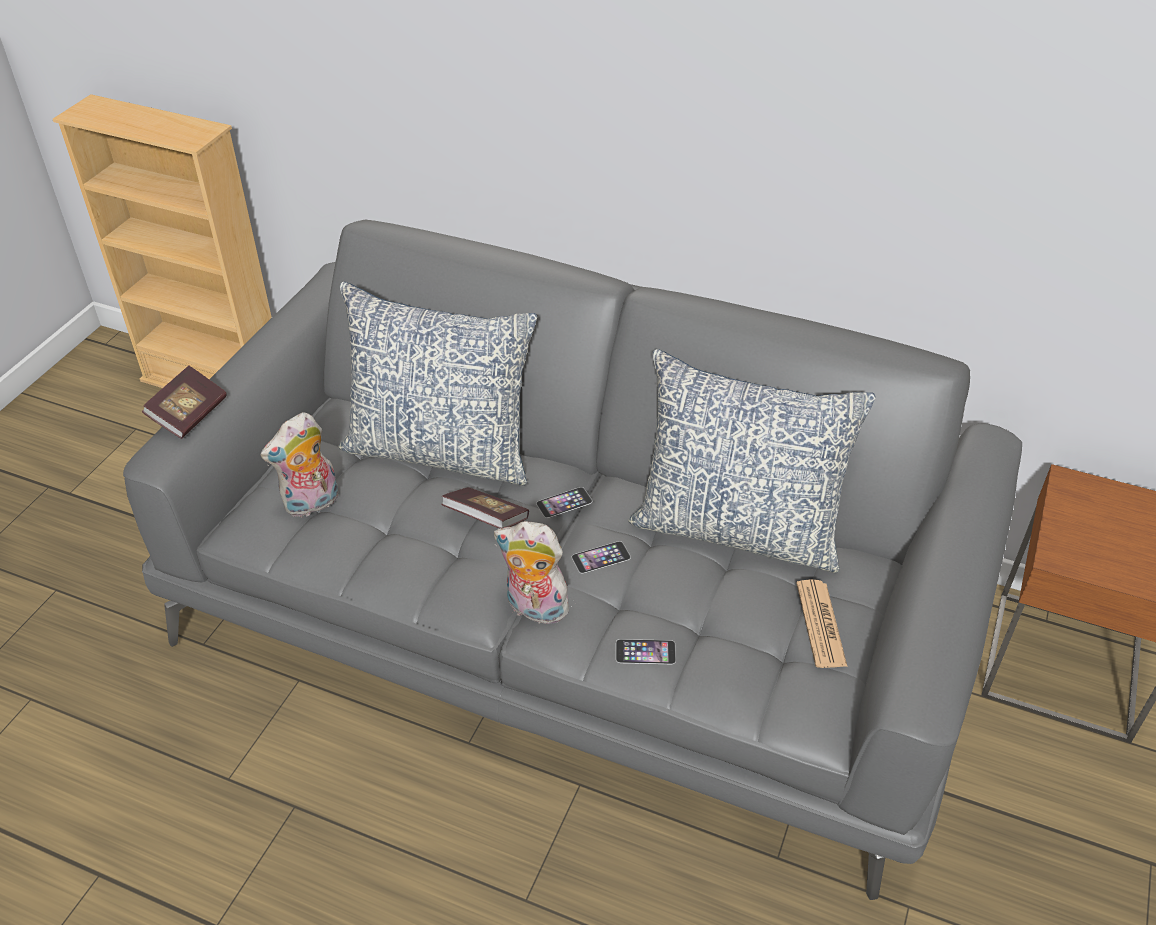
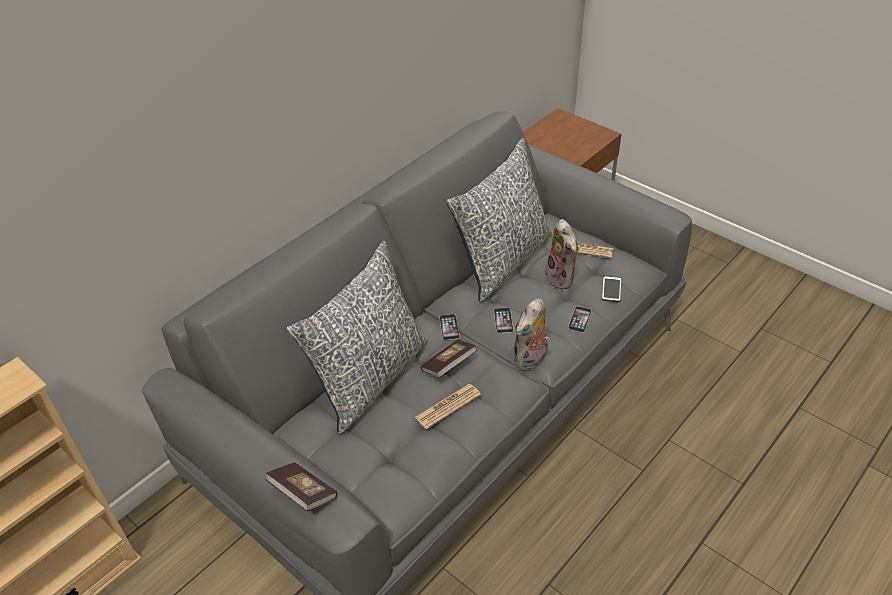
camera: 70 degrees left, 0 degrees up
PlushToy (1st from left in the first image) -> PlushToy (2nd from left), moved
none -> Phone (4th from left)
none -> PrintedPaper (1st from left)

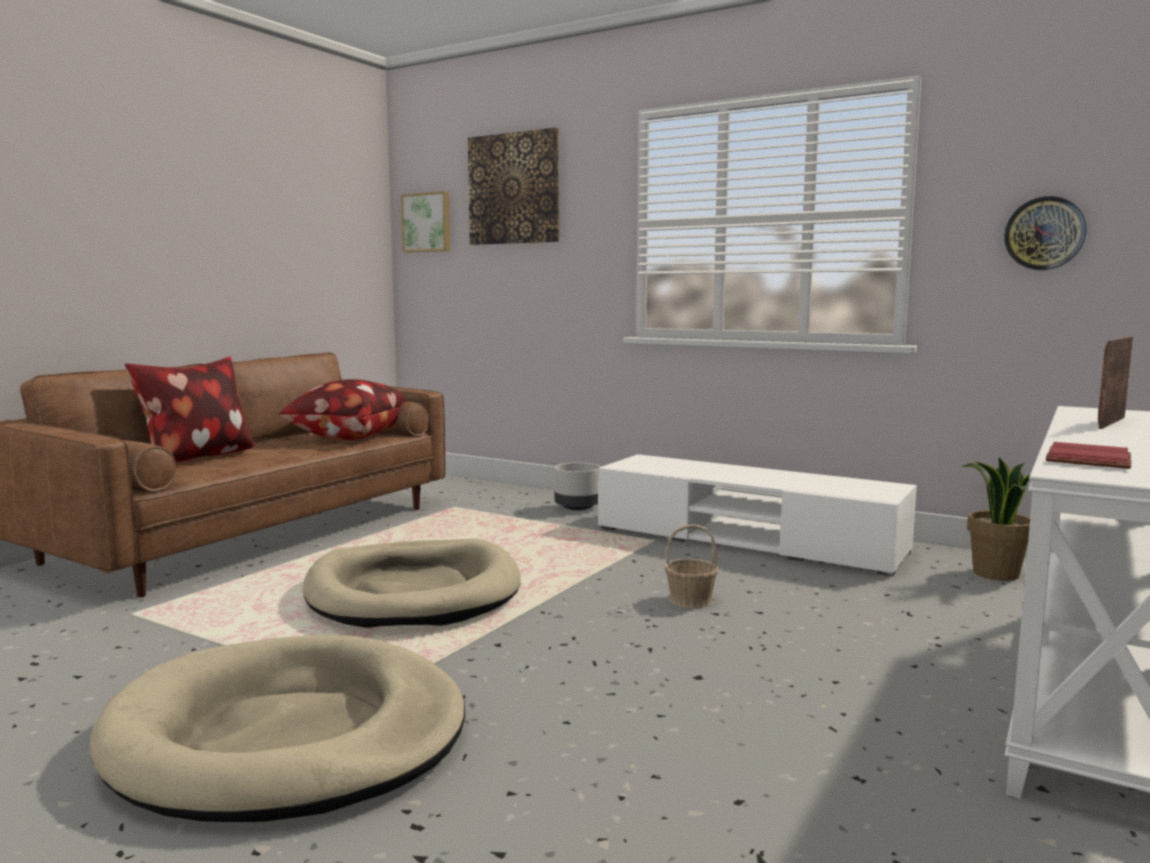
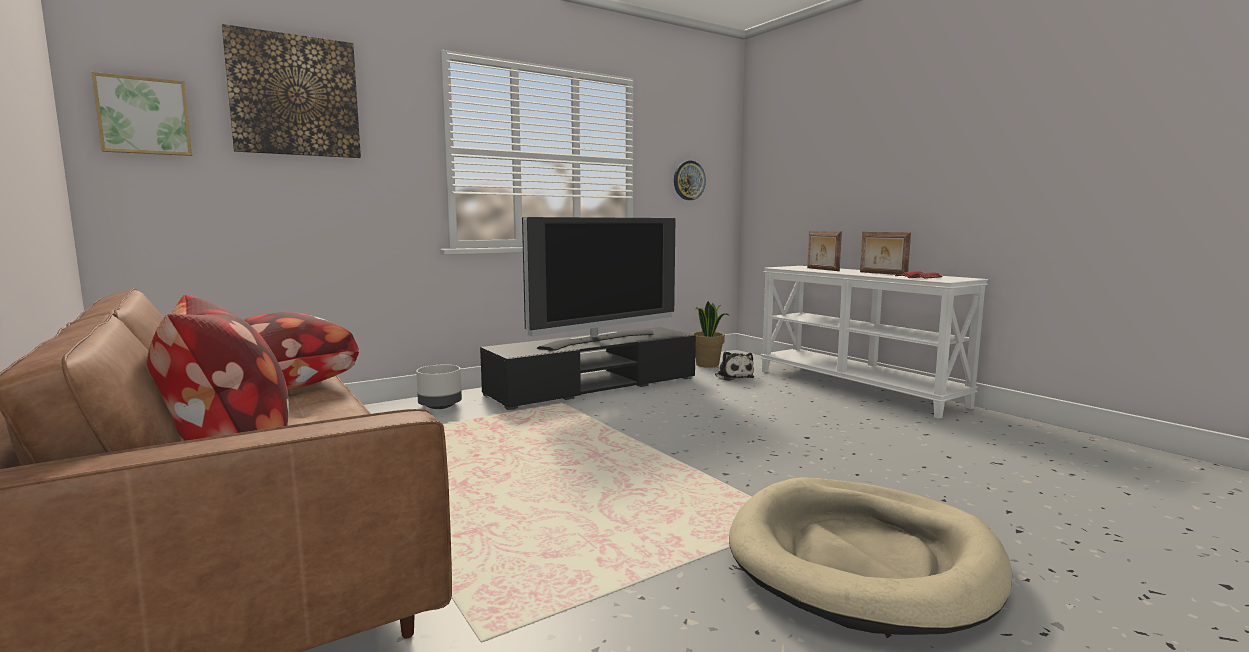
camera: 65 degrees left, 0 degrees up
WhiteTvUnit -> BlackColouredTvUnit
StorageBasket -> none
BeigePetBed (2nd from left) -> none
none -> Tv
none -> PhotoFrame (2nd from left)
none -> PlushToy

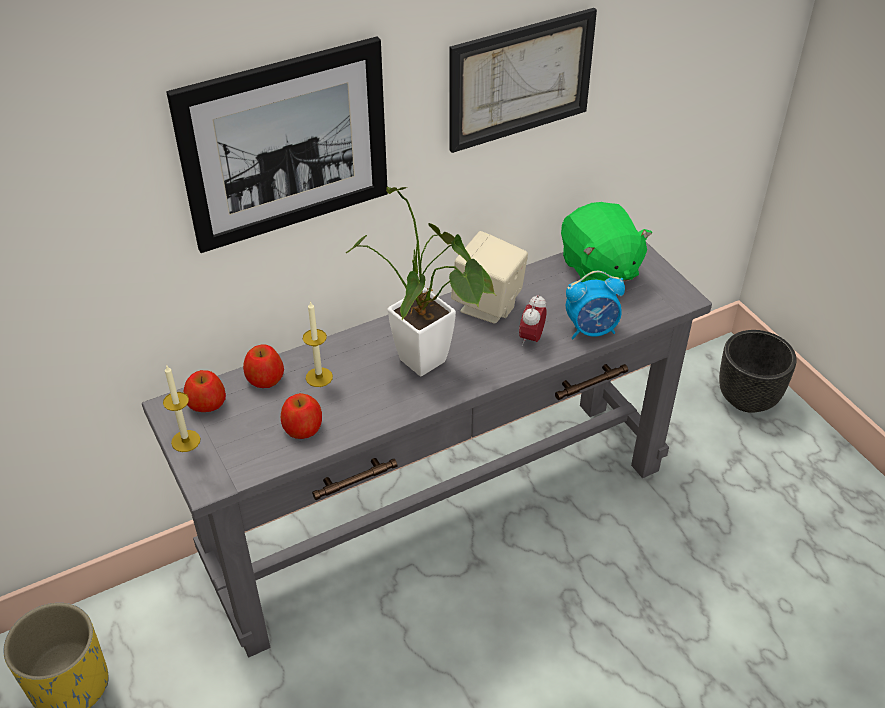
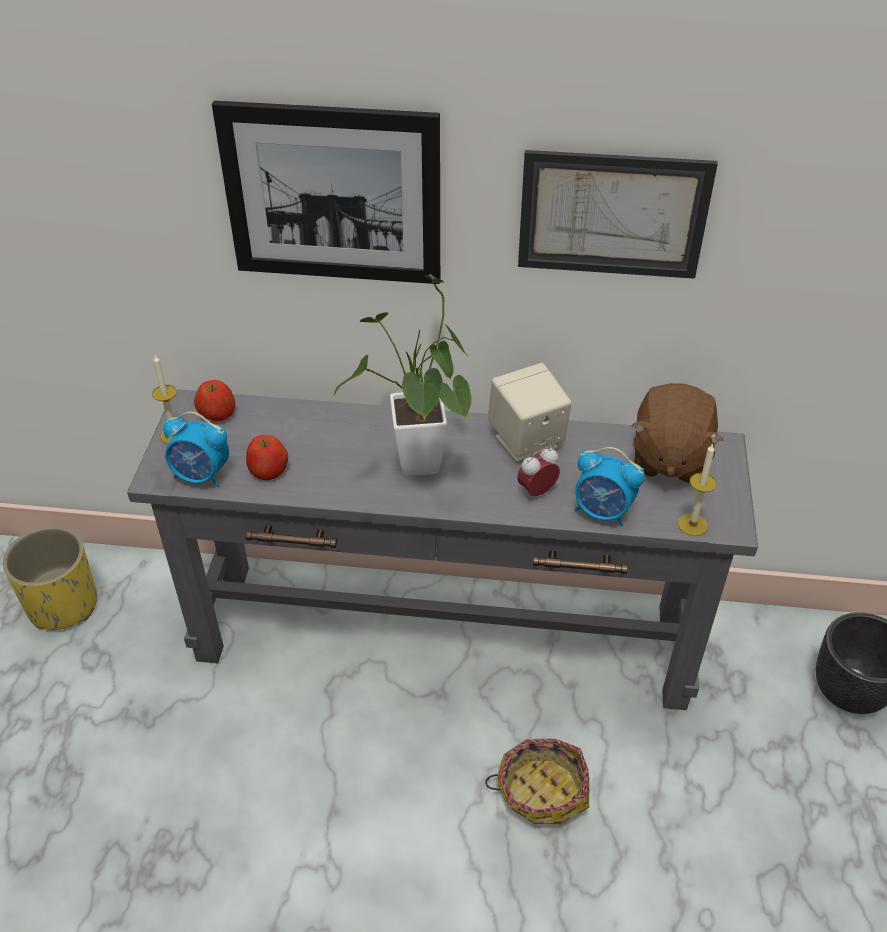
camera: 35 degrees right, 0 degrees up
GreenColouredPlushToy -> BrownPlushToy
WaxCandle (2nd from left), moved
Apple (2nd from left) -> none
none -> TableClock (1st from left)
none -> StorageBasket

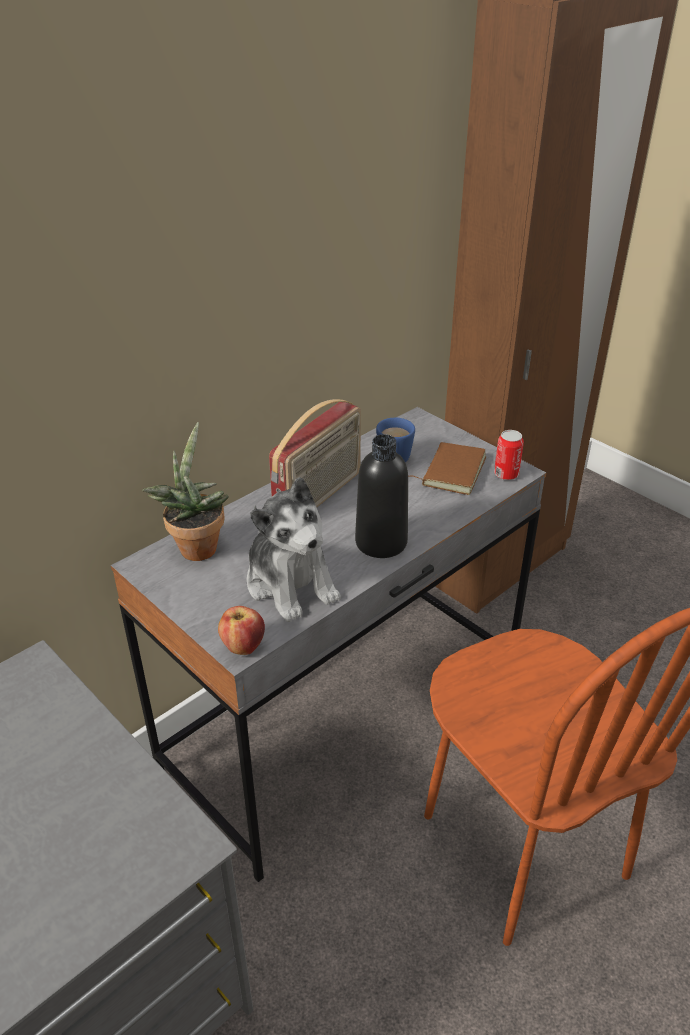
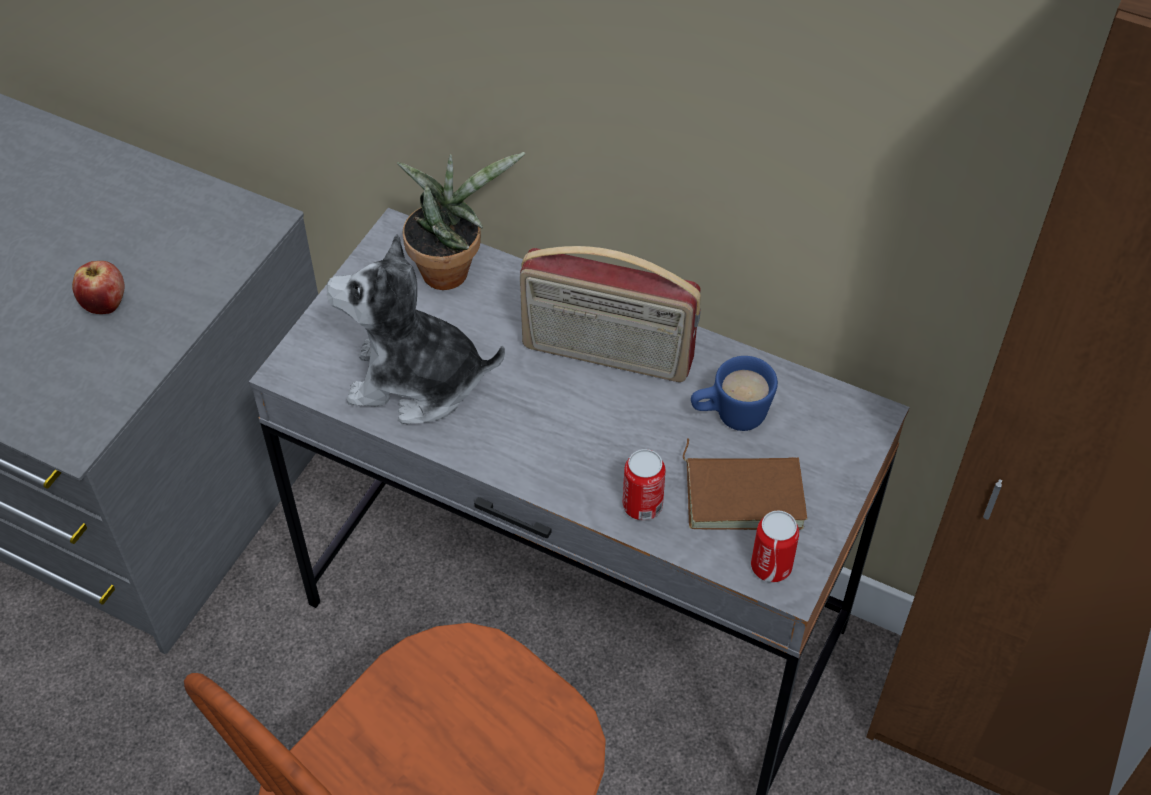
camera: 70 degrees right, 15 degrees up
BlackColouredBottle -> none
PlushToy, 60 degrees clockwise
Apple, moved
none -> SealedCan (1st from left)

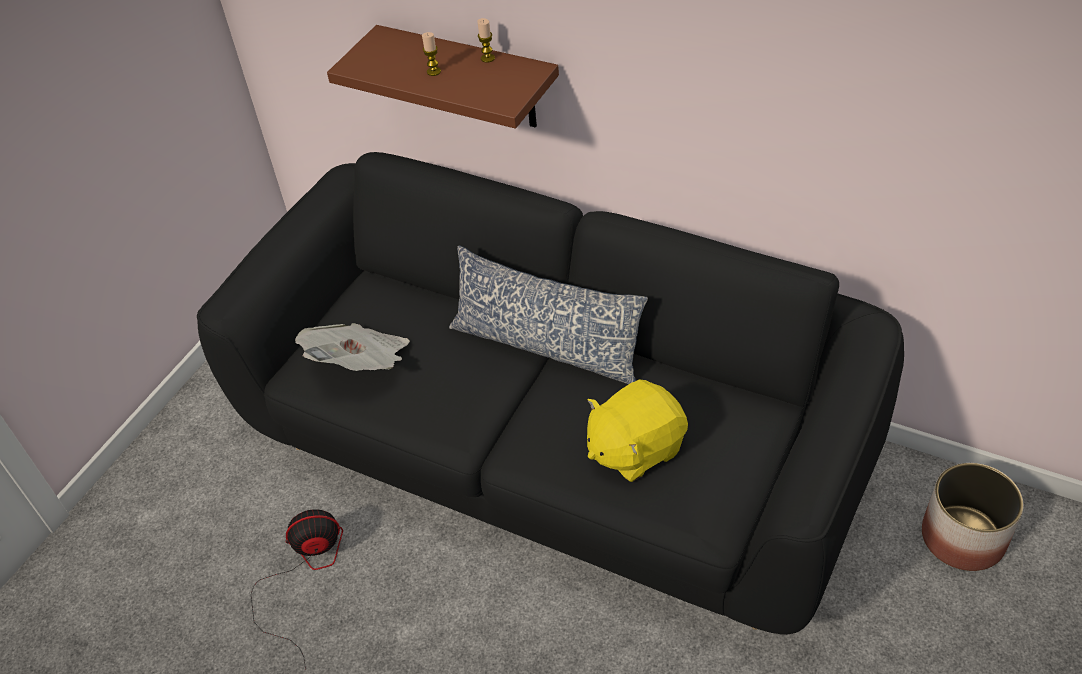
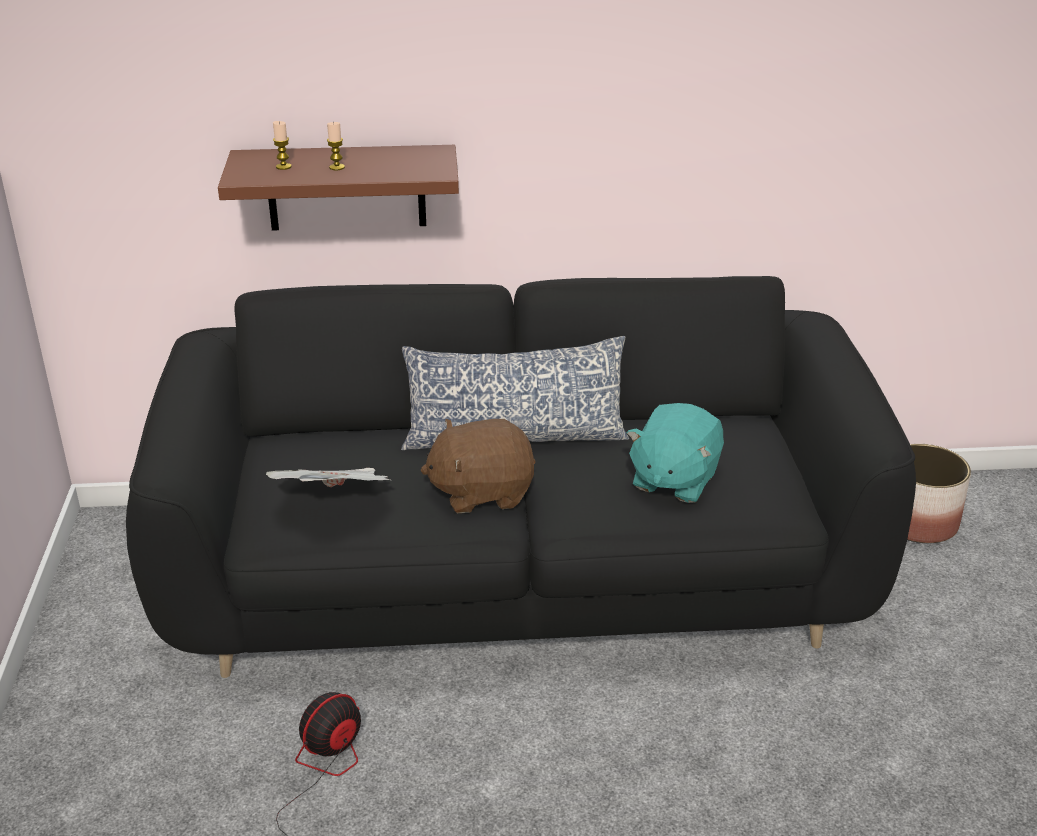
camera: 35 degrees left, 15 degrees down
WaxCandle (2nd from left in the first image) -> WaxCandle (1st from left), moved
YellowishPlushToy -> TurquoiseColouredPlushToy
none -> BrownPlushToy

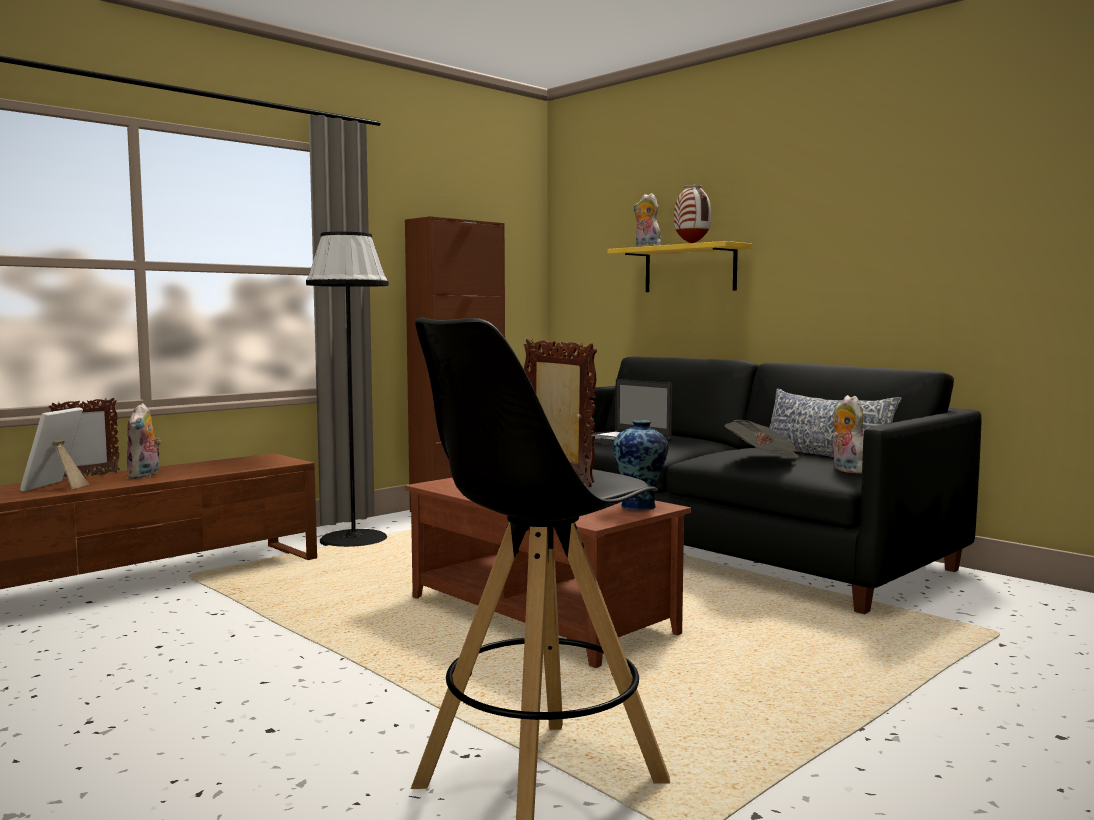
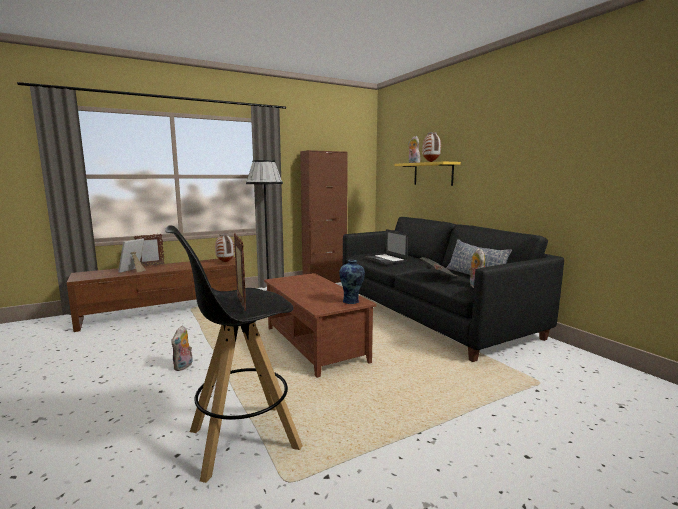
camera: 15 degrees right, 5 degrees up
PlushToy (1st from left), moved
none -> Vase (1st from left)

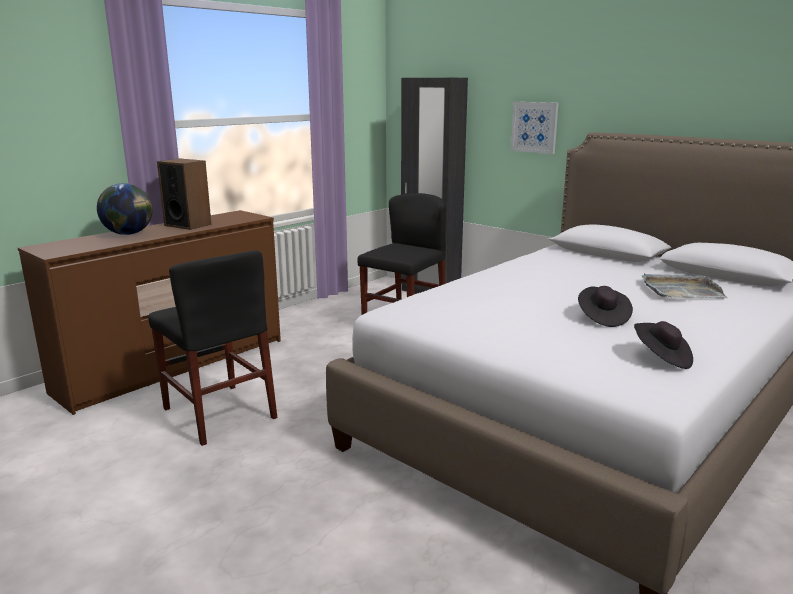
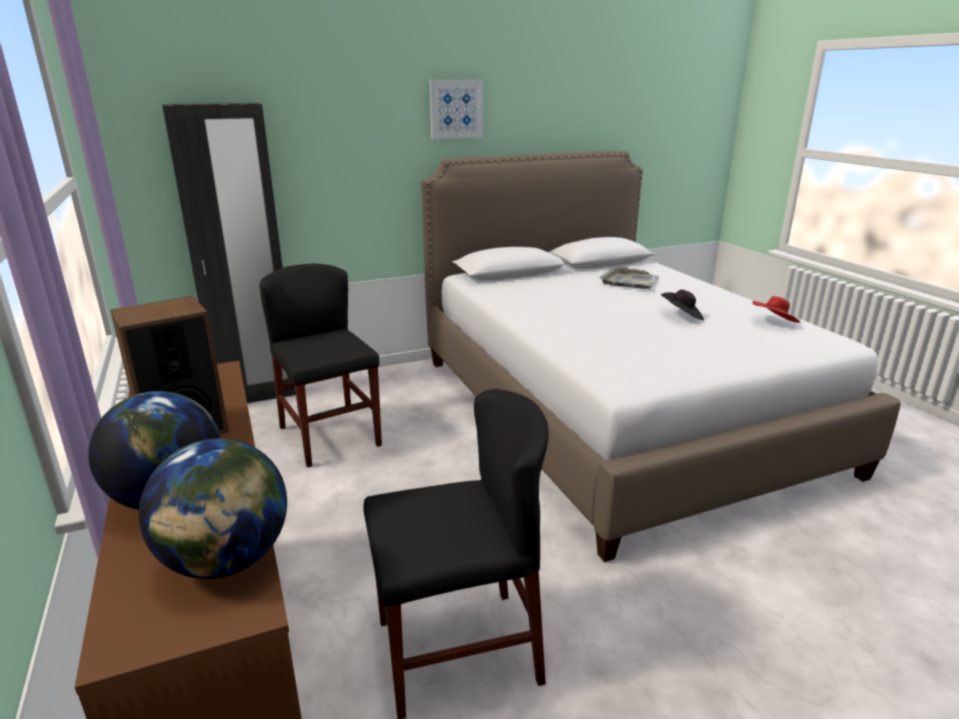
camera: 65 degrees left, 5 degrees up
WallArt, moved
BlackColouredWearableHat (2nd from left) -> ReddishWearableHat
none -> DeskGlobe (2nd from left)

